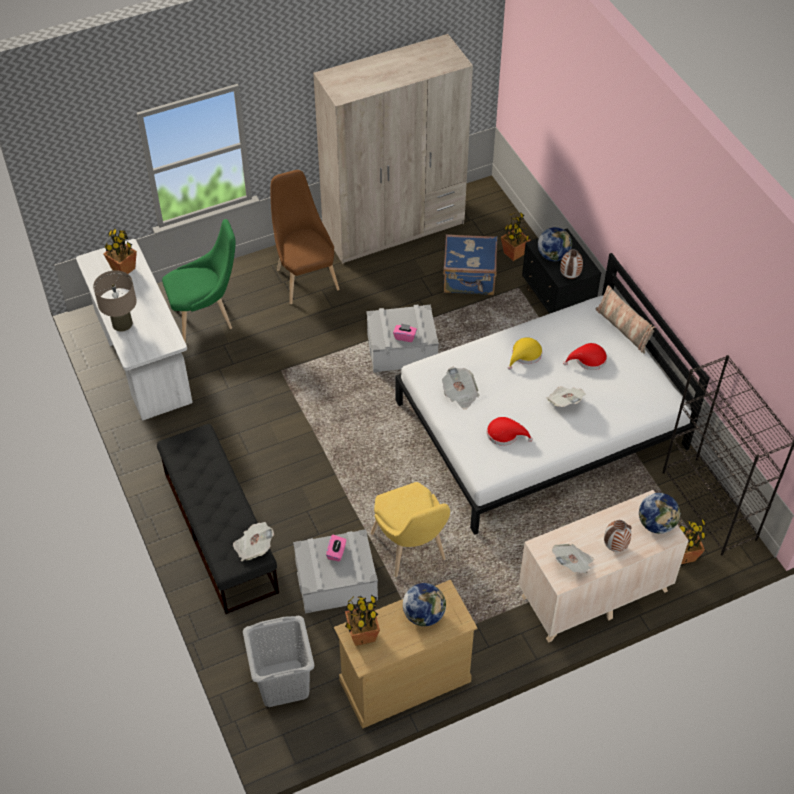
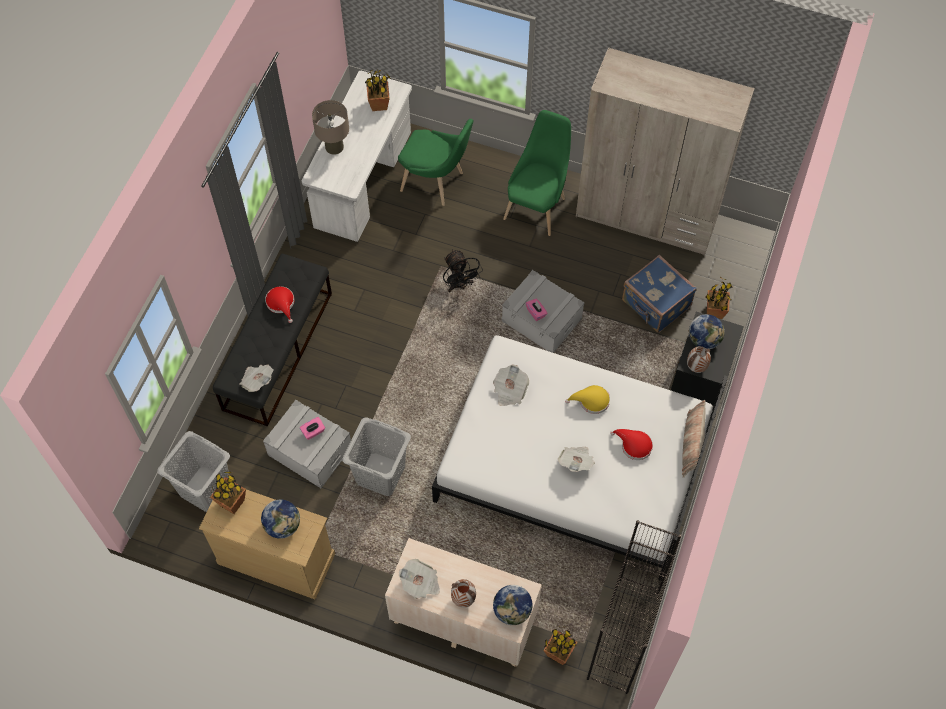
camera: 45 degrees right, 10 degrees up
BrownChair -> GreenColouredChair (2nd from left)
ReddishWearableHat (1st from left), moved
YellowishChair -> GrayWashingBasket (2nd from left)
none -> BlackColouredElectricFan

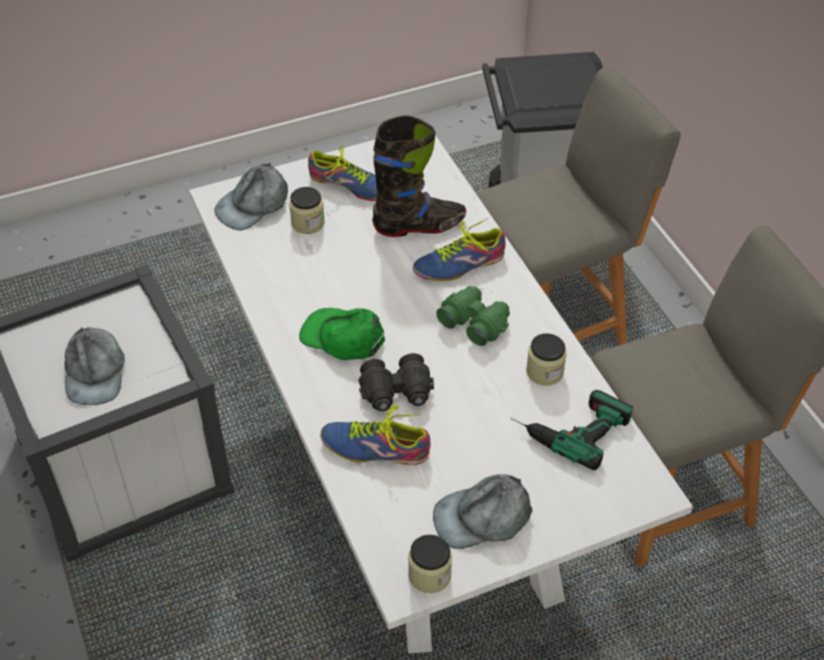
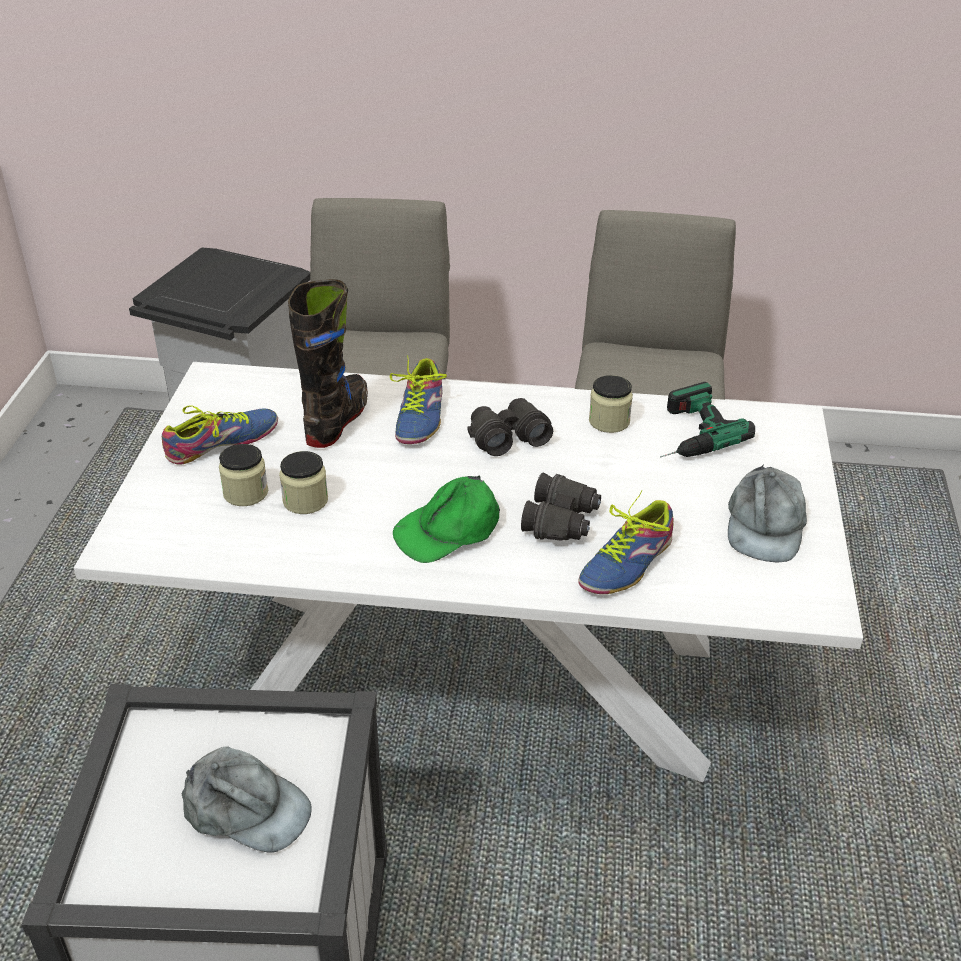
camera: 60 degrees left, 10 degrees down
GrayCap (2nd from left) -> none
GreenColouredFieldGlasses -> BlackColouredFieldGlasses (1st from left)
Jar (2nd from left), moved

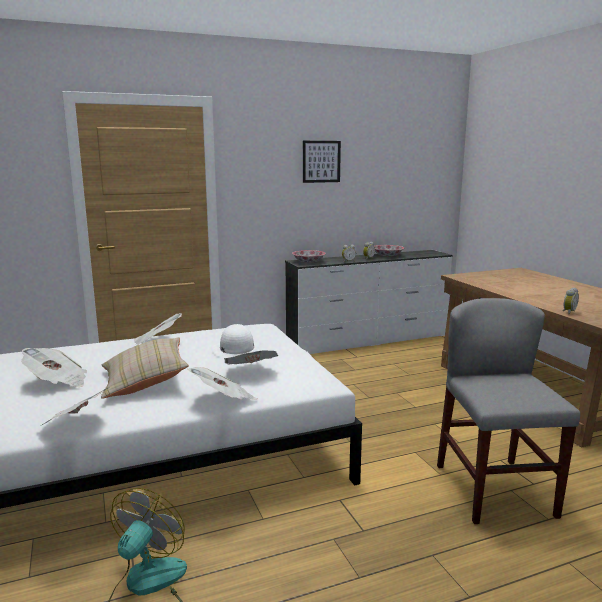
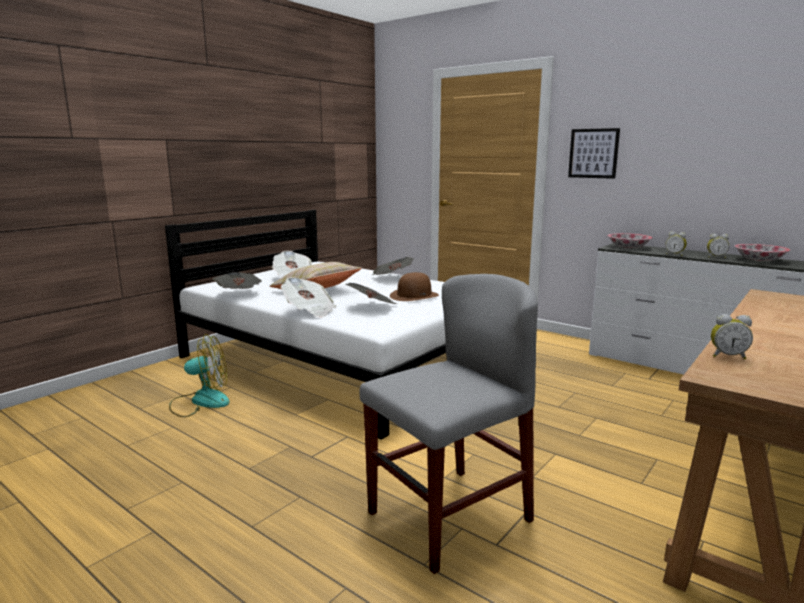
camera: 60 degrees right, 0 degrees up
WallArt, moved
WhiteWearableHat -> BrownWearableHat

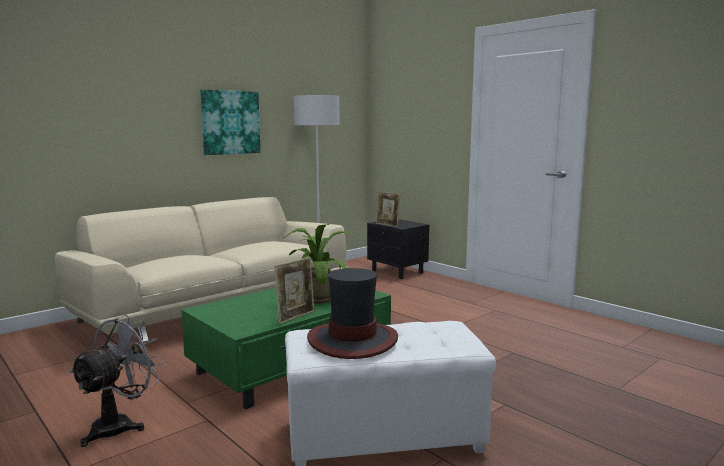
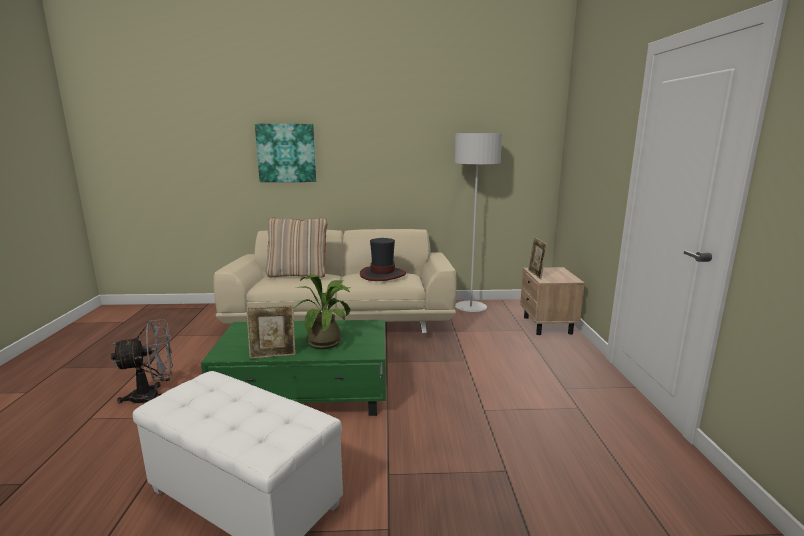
camera: 40 degrees right, 5 degrees up
WallArt, moved
BlackColouredNightTable -> BeigeNightTable
WearableHat, moved
none -> BeigePillow

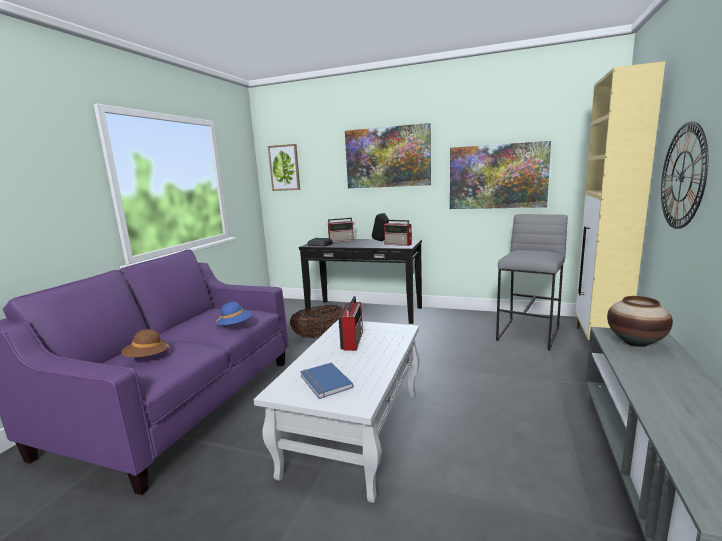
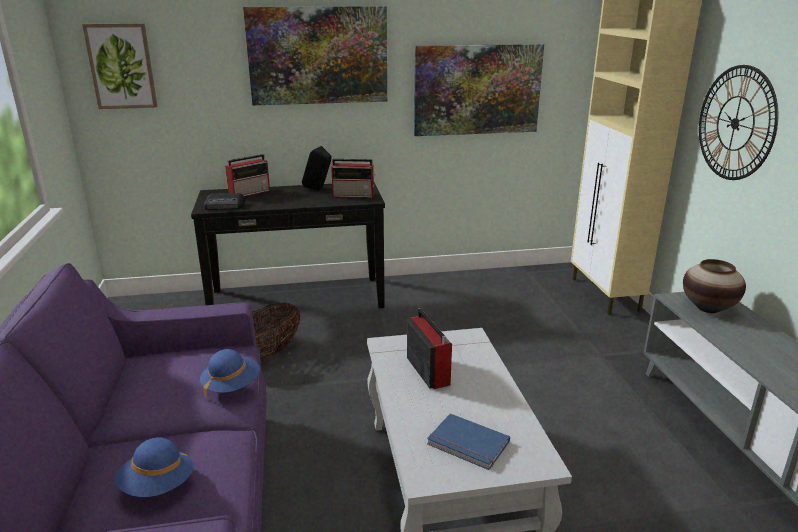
camera: 30 degrees left, 10 degrees up
GrayStool -> none
BrownWearableHat -> BluishWearableHat (1st from left)

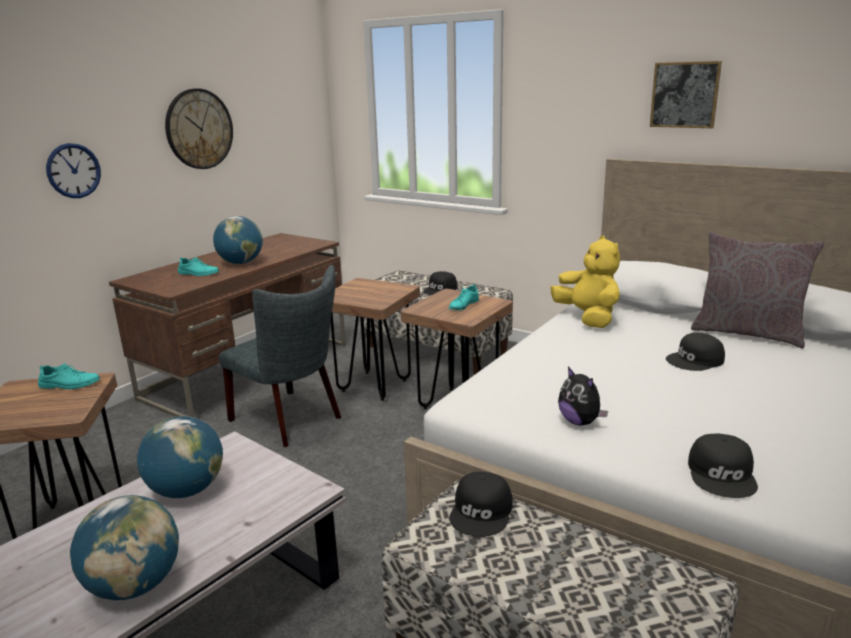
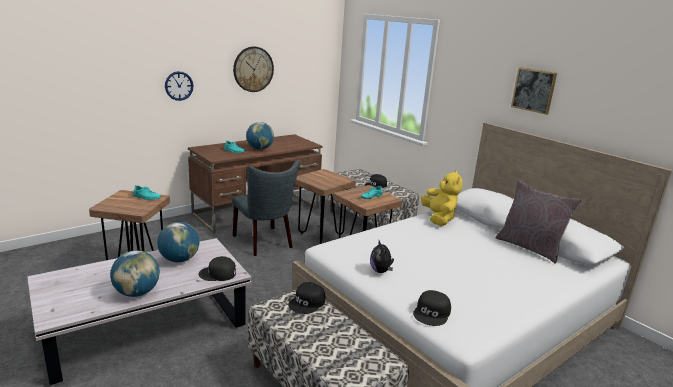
camera: 15 degrees right, 0 degrees up
BlackColouredCap (3rd from left in the first image) -> BlackColouredCap (1st from left), moved

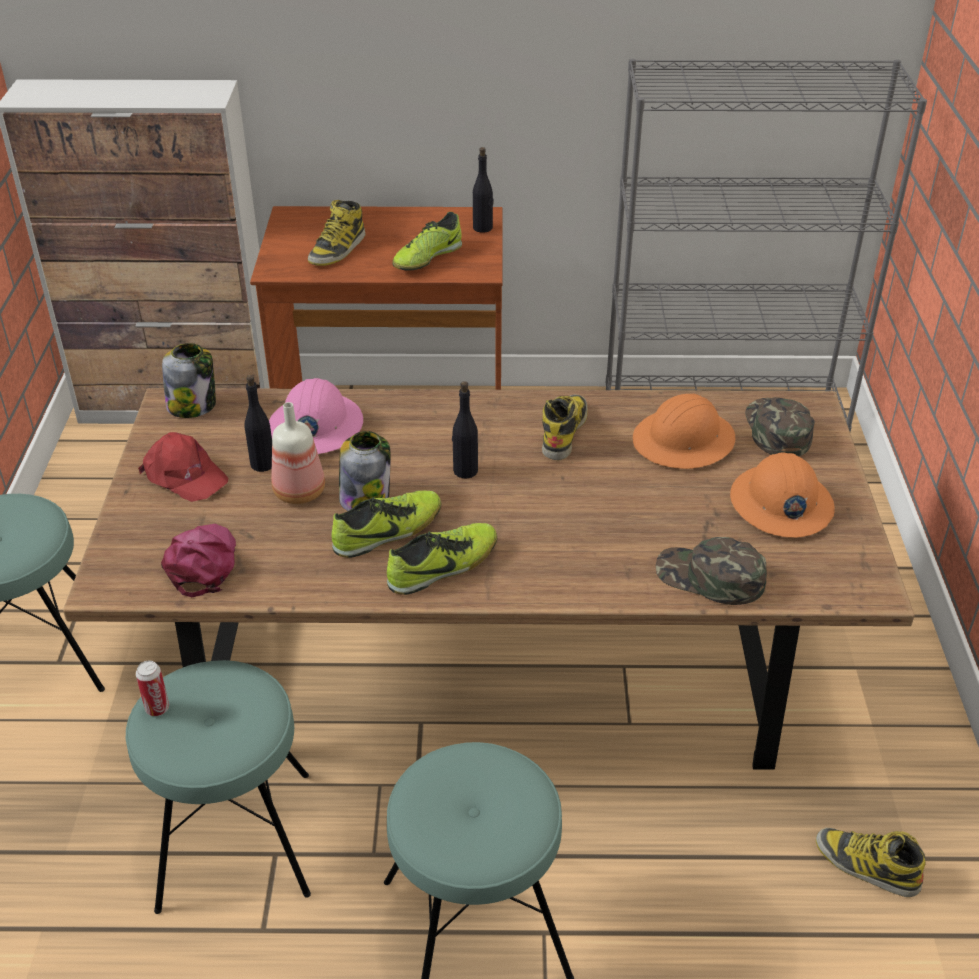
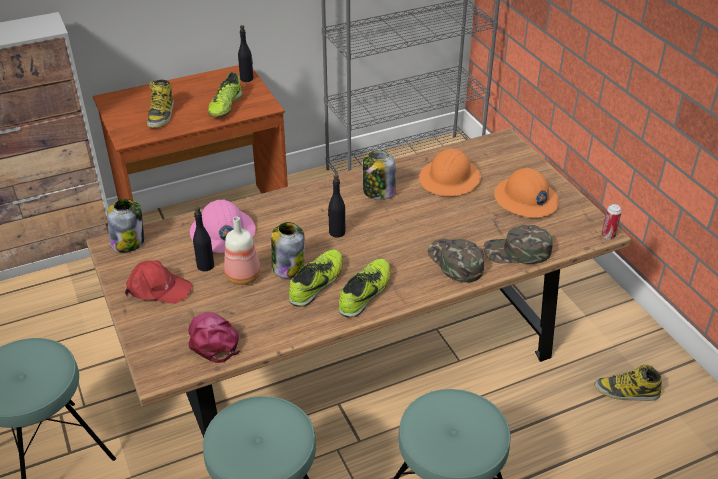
camera: 25 degrees left, 0 degrees up
HighTopBoot (2nd from left) -> Jar (3rd from left)
GreenColouredCap (2nd from left in the first image) -> GreenColouredCap (1st from left), moved
SealedCan, moved

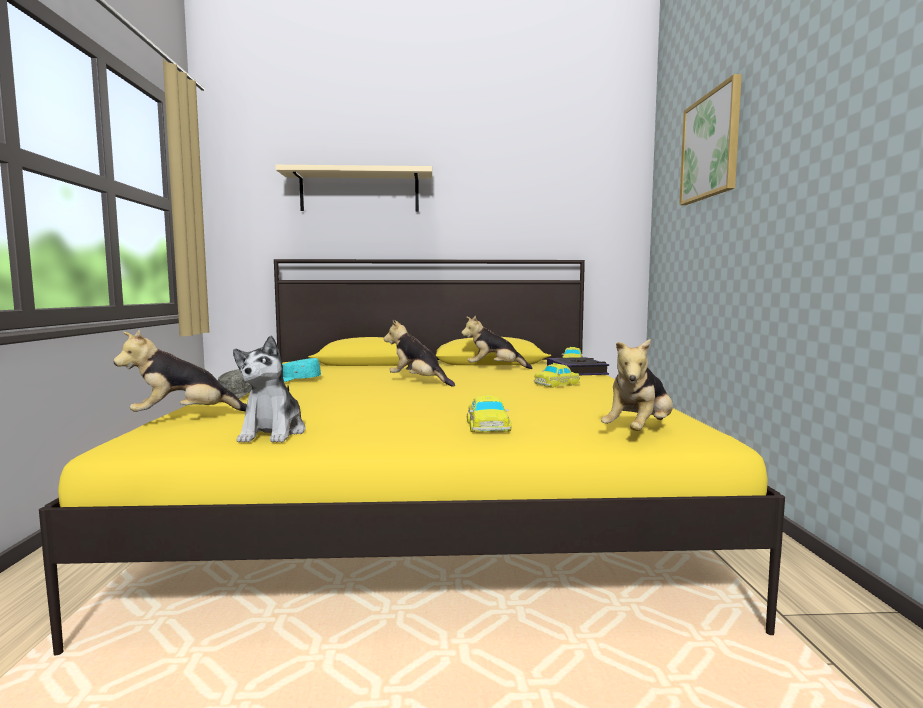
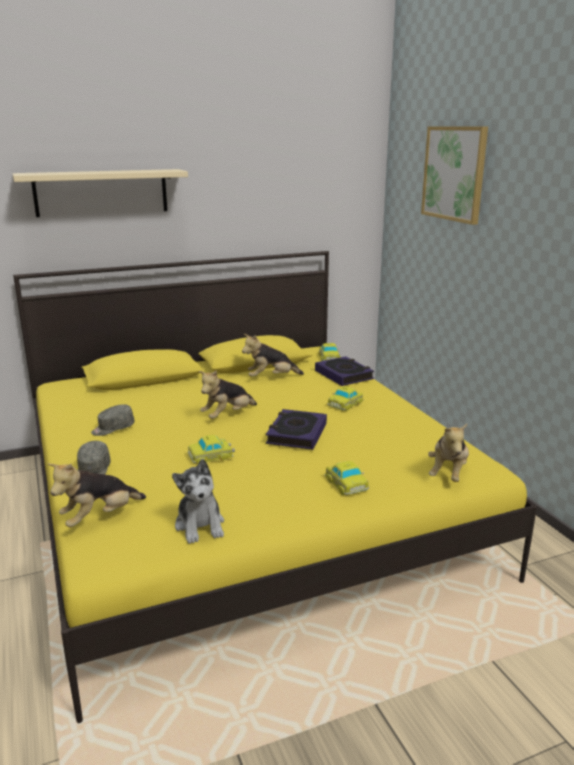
camera: 20 degrees left, 15 degrees up
PlushToy (3rd from left), 60 degrees counterclockwise
TurquoiseColouredCap -> GrayCap (2nd from left)
none -> Book (1st from left)
none -> ModelCar (1st from left)

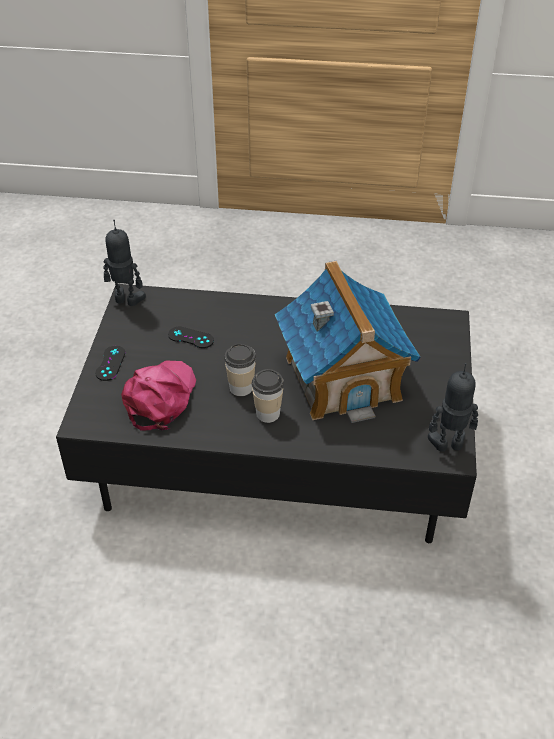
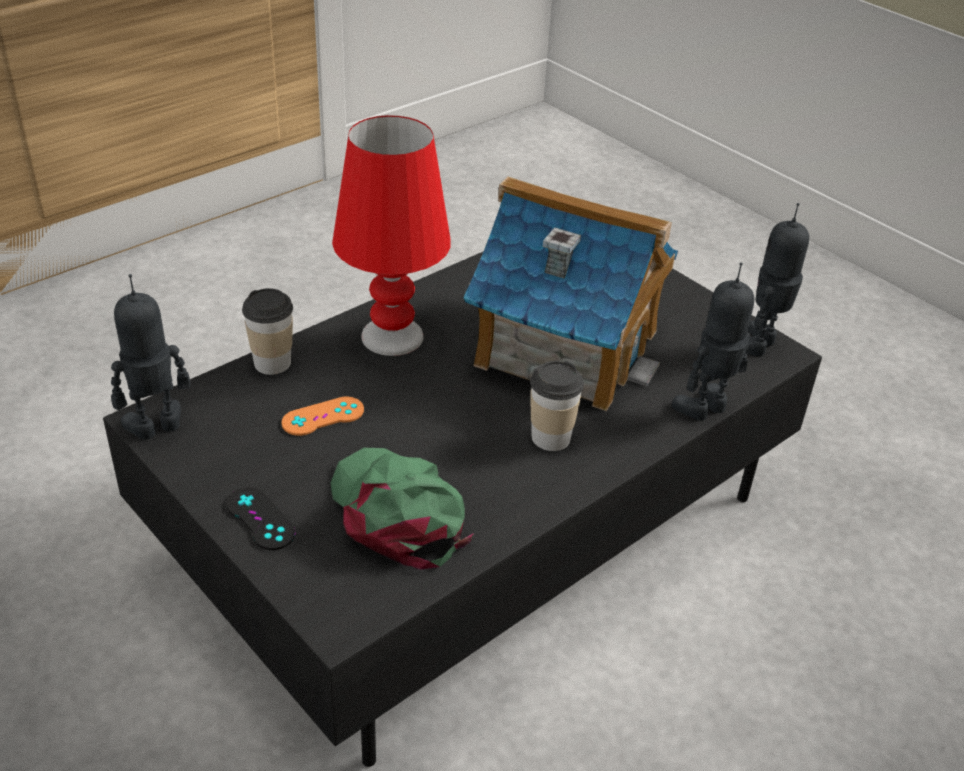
camera: 50 degrees left, 5 degrees down
BlackColouredGameController (2nd from left) -> OrangeGameController
DrinkingCup (1st from left), moved
PinkCap -> GreenColouredCap
none -> ReddishLampForATable
none -> ModelRobot (2nd from left)

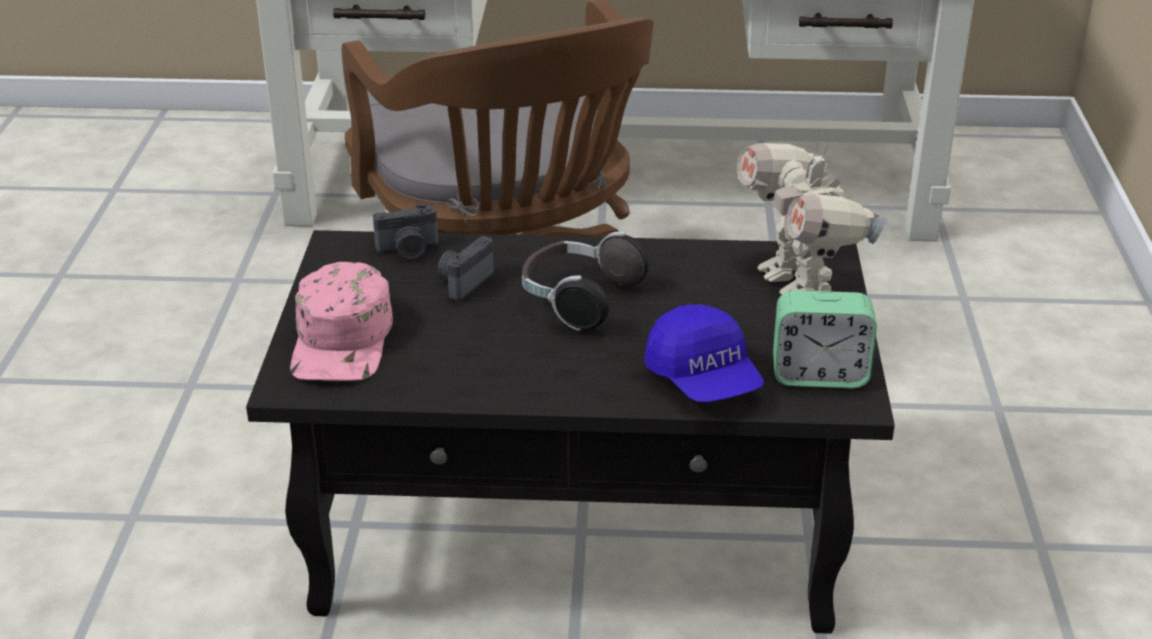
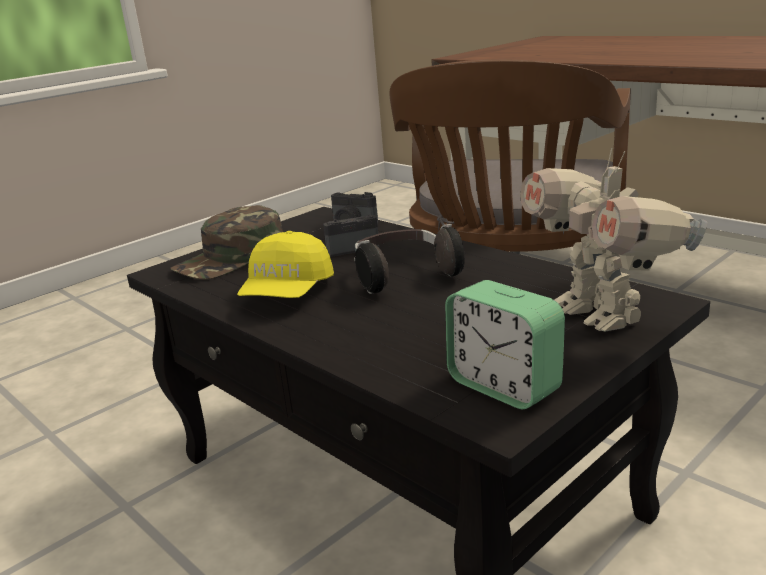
camera: 45 degrees right, 10 degrees down
ModelRobot, 45 degrees counterclockwise
PinkCap -> GreenColouredCap
BluishCap -> none
none -> YellowishCap

